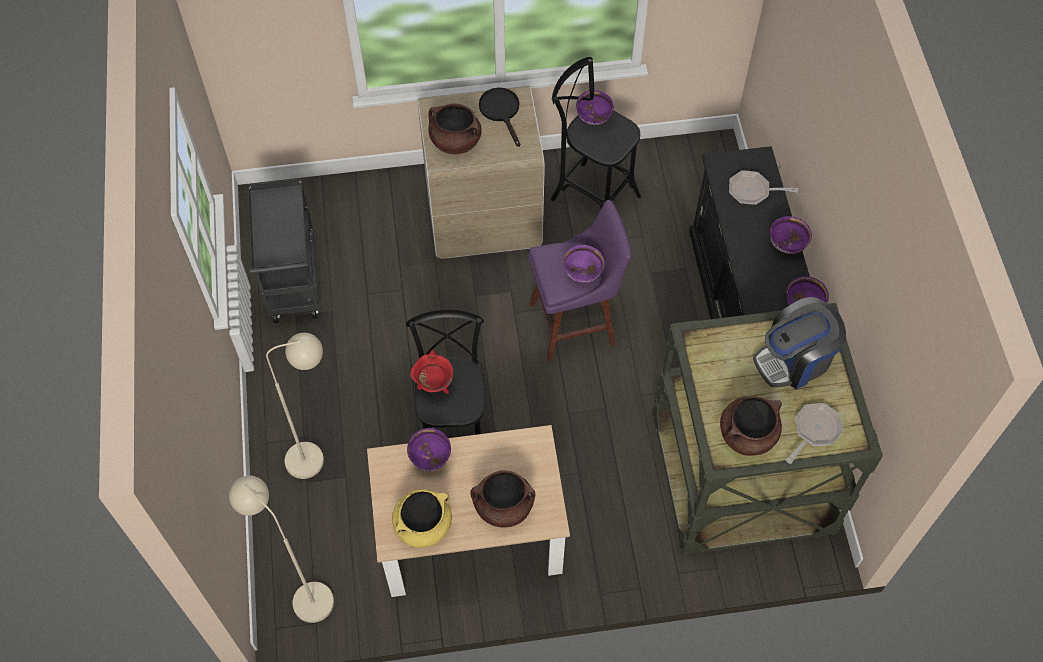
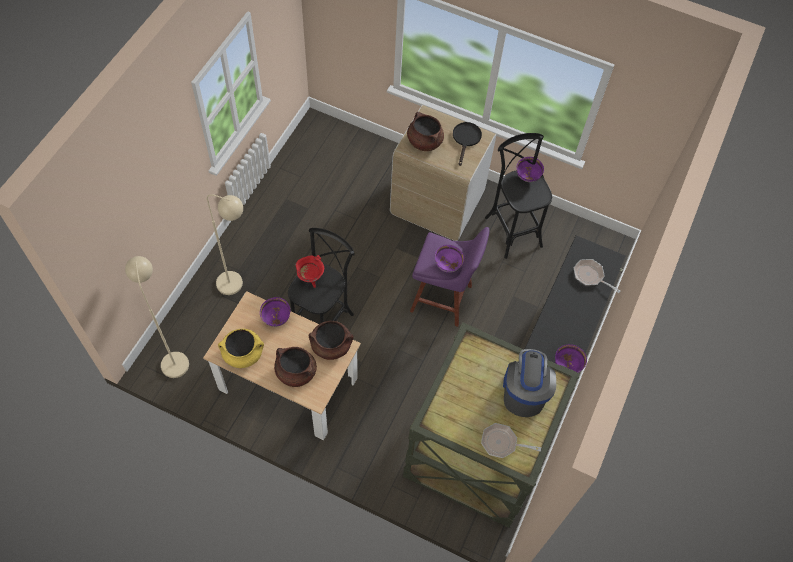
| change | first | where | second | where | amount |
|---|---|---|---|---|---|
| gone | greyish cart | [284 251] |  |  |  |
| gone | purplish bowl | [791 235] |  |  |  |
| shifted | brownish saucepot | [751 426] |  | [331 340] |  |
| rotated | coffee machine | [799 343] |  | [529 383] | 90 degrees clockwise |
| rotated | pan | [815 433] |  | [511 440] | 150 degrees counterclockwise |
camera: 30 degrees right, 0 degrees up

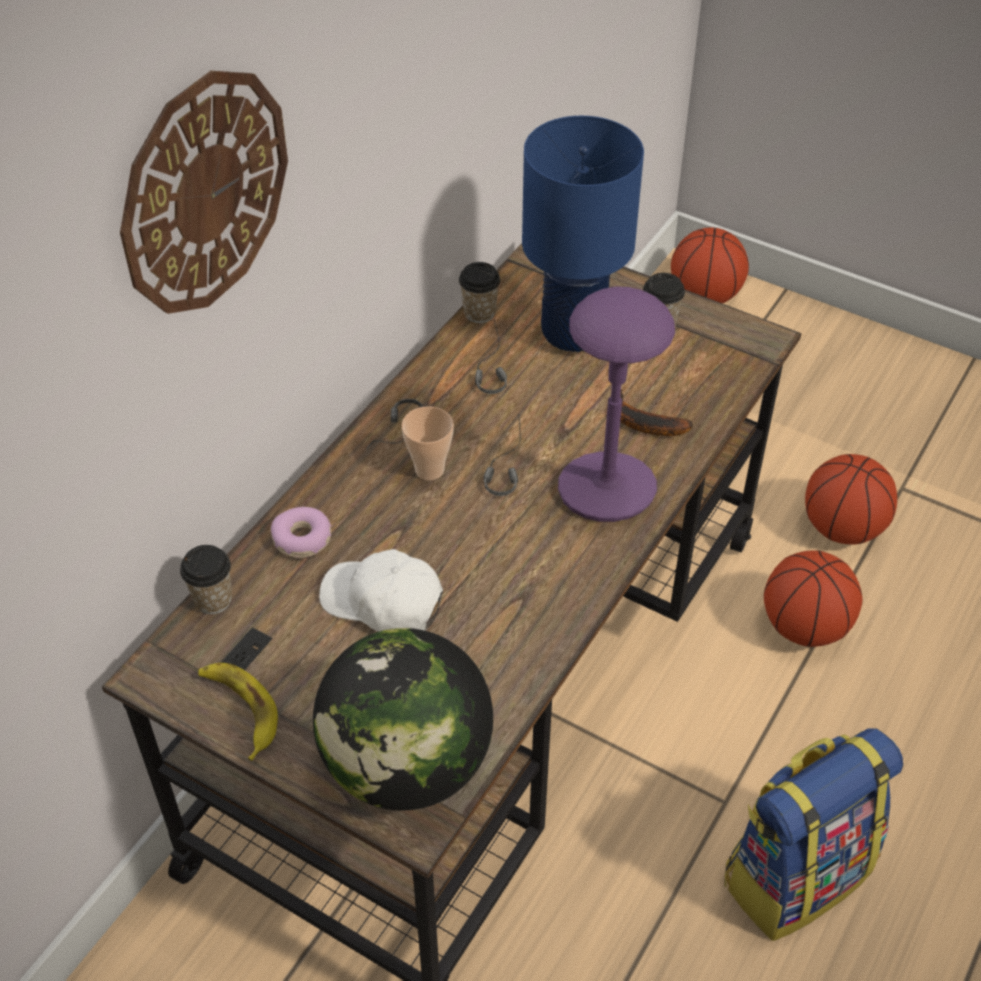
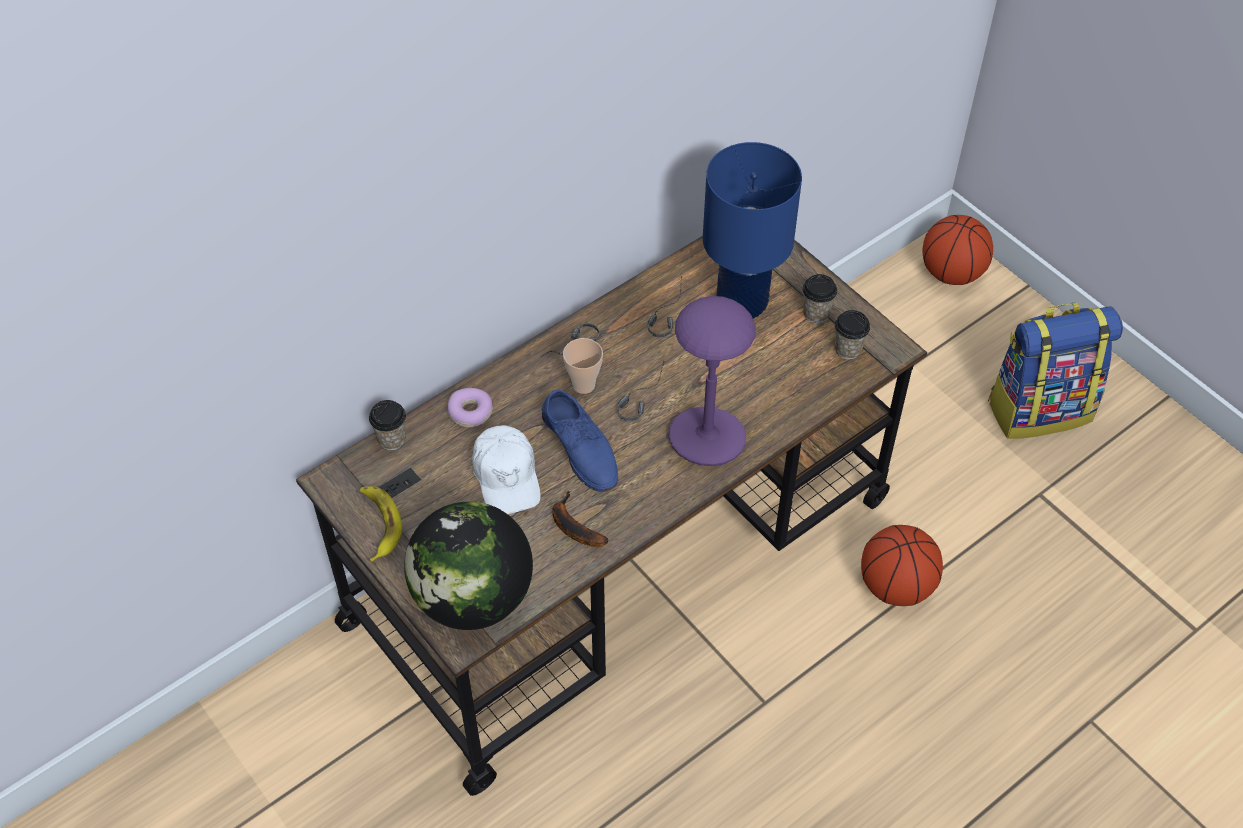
| change | first | where | second | where | amount |
|---|---|---|---|---|---|
| gone | wall clock | [204 192] |  |  |  |
| gone | ball for basketball | [851 499] |  |  |  |
| new |  |  | blue item of footwear | [580 441] |  |
| shifted | small cup | [479 292] |  | [852 334] |  |
| shifted | banana fruit | [656 413] |  | [580 519] |  |
| shifted | knapsack | [813 835] |  | [1055 371] |  |
| rotated | white baseball cap | [381 590] |  | [506 469] | 150 degrees counterclockwise |
camera: 20 degrees right, 5 degrees up

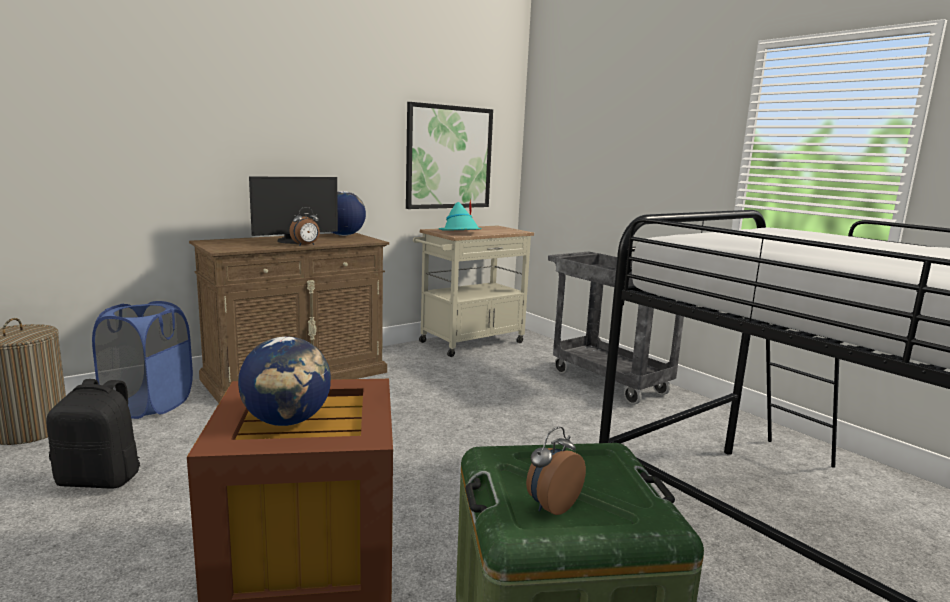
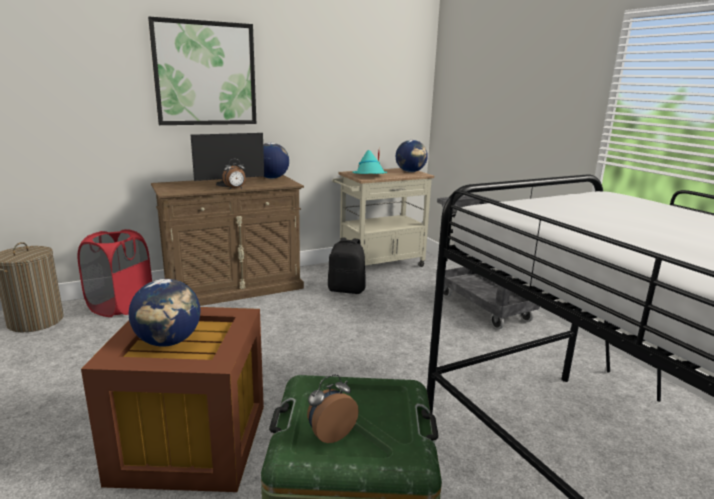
| change | first | where | second | where | amount |
|---|---|---|---|---|---|
| new |  |  | desk globe | [412 156] |  |
| shifted | black knapsack | [93 434] |  | [347 265] |  |
| shifted | wall picture | [449 155] |  | [202 71] |  |
| repainted | blue hamper | [142 360] | reddish hamper | [114 273] |  |
camera: 10 degrees right, 5 degrees up

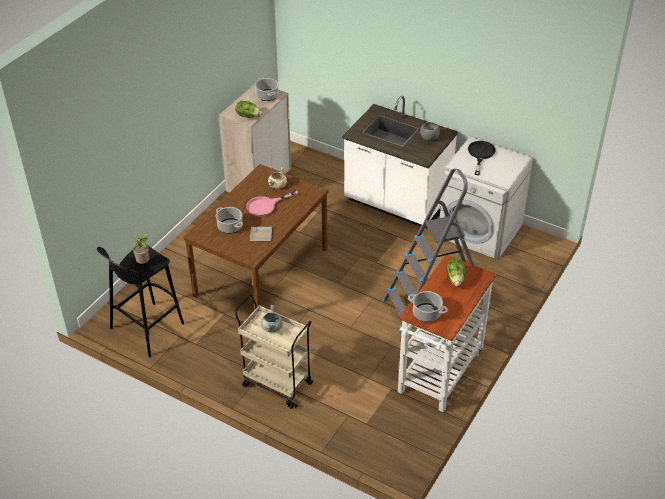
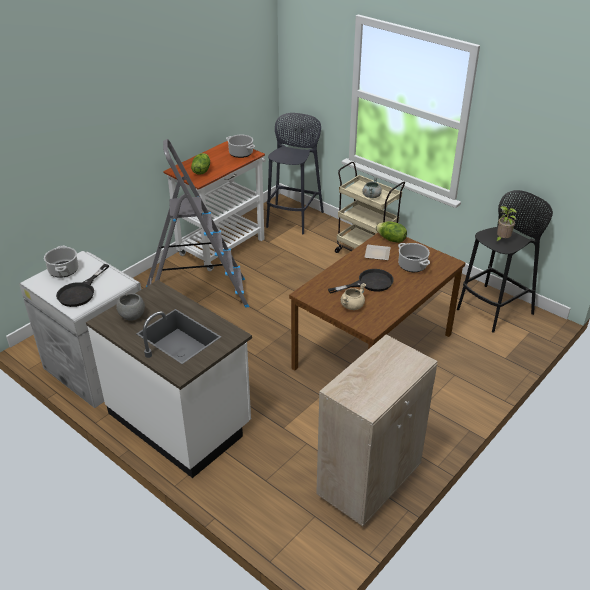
| change | first | where | second | where | amount |
|---|---|---|---|---|---|
| new |  |  | greyish sitting stool | [295 173] |  |
| shifted | head of lettuce | [248 109] |  | [391 232] |  |
| shifted | saucepot | [267 89] |  | [61 262] |  |
| repainted | pink-coloured pan | [272 204] | black pan | [361 281] |  |
camera: 170 degrees left, 5 degrees down

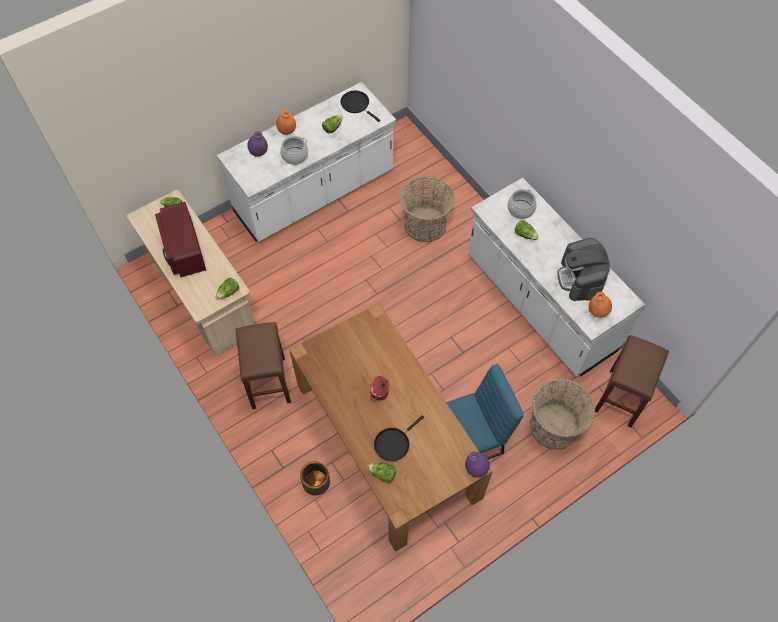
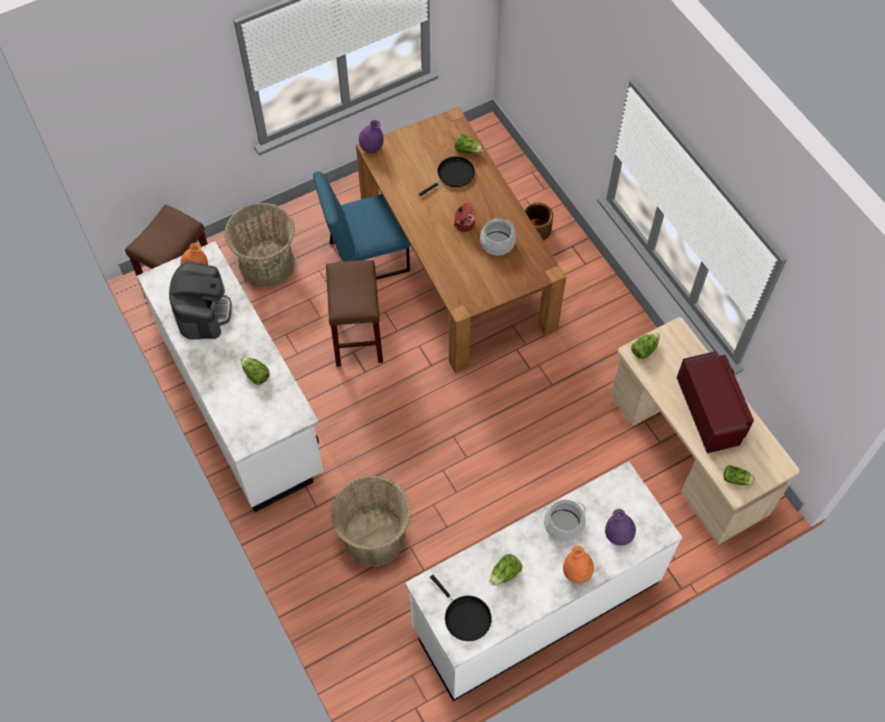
| change | first | where | second | where | amount |
|---|---|---|---|---|---|
| shifted | brownish sitting stool | [263 365] |  | [354 313] |  |
| shifted | saucepot | [522 204] |  | [498 236] |  |
camera: 175 degrees left, 0 degrees up

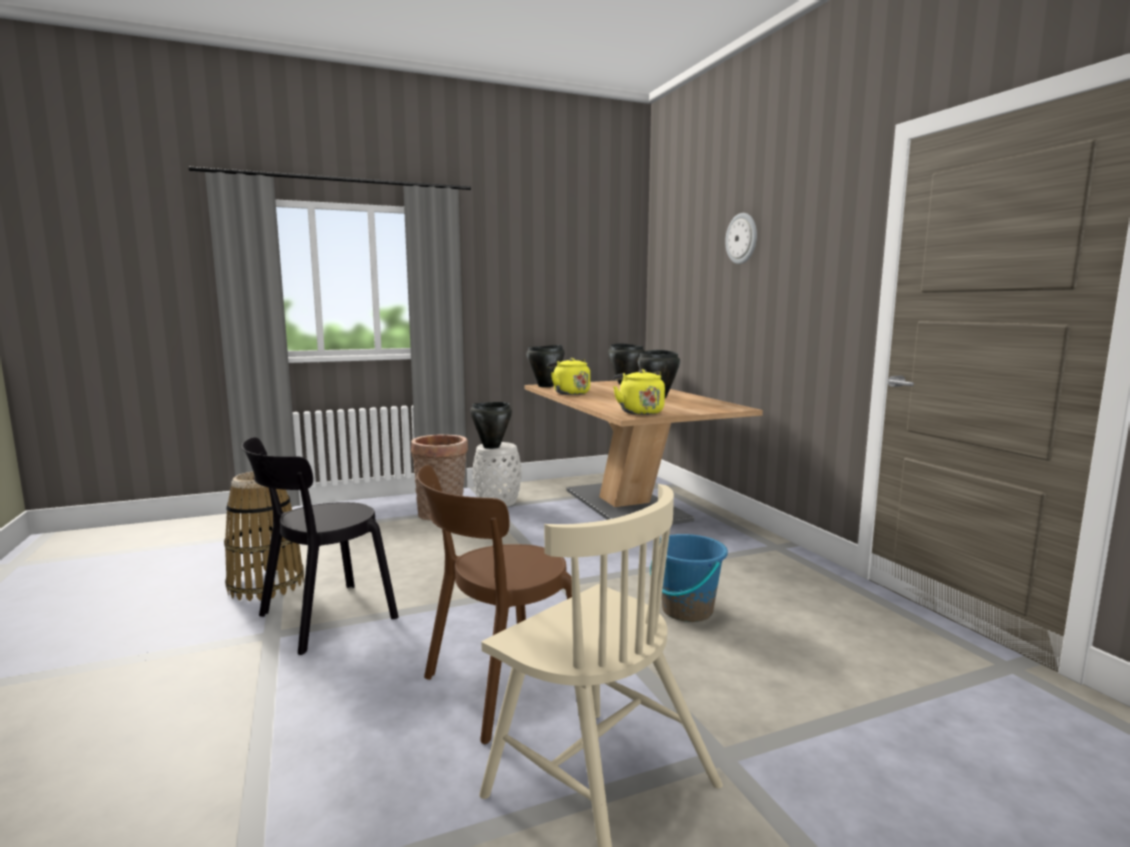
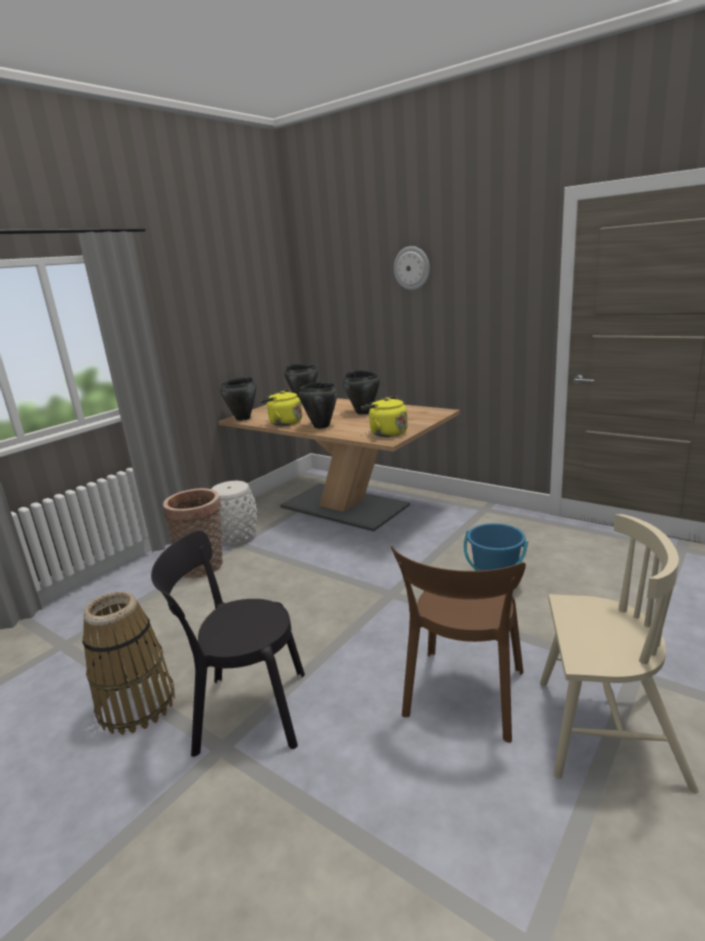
| change | first | where | second | where | amount |
|---|---|---|---|---|---|
| shifted | black saucepot | [491 425] |  | [318 405] |  |
| rotated | black upright chair | [320 546] |  | [228 643] | 75 degrees clockwise |
camera: 30 degrees left, 10 degrees up

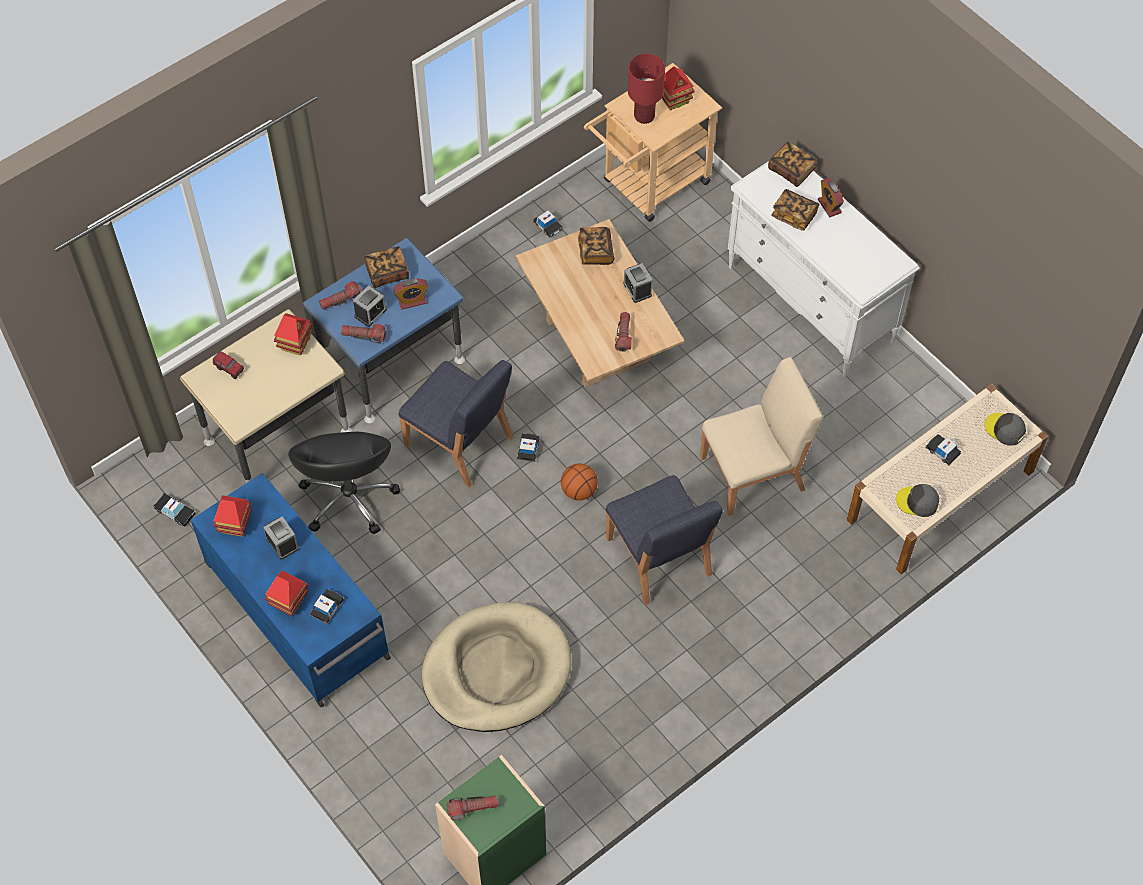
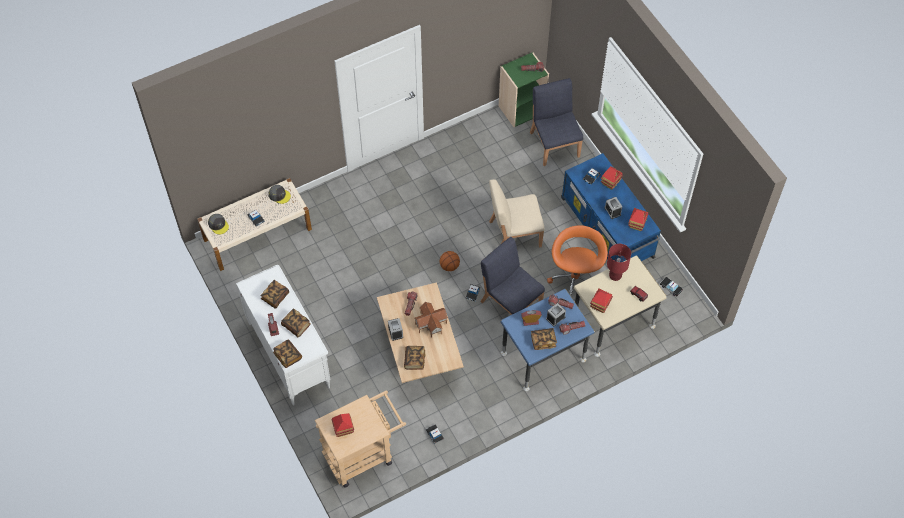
| change | first | where | second | where | amount |
|---|---|---|---|---|---|
| gone | sand-coloured pet bed | [496 667] |  |  |  |
| new |  |  | volume | [274 294] |  |
| new |  |  | miniature house | [431 320] |  |
| shifted | blue upright chair | [664 540] |  | [556 122] |  |
| shifted | reddish lamp for a table | [646 89] |  | [619 262] |  |
| shifted | sand-coloured upright chair | [761 436] |  | [517 213] |  |
| repainted | black computer chair | [344 483] | orange computer chair | [577 260] |  |
camera: 170 degrees left, 0 degrees up

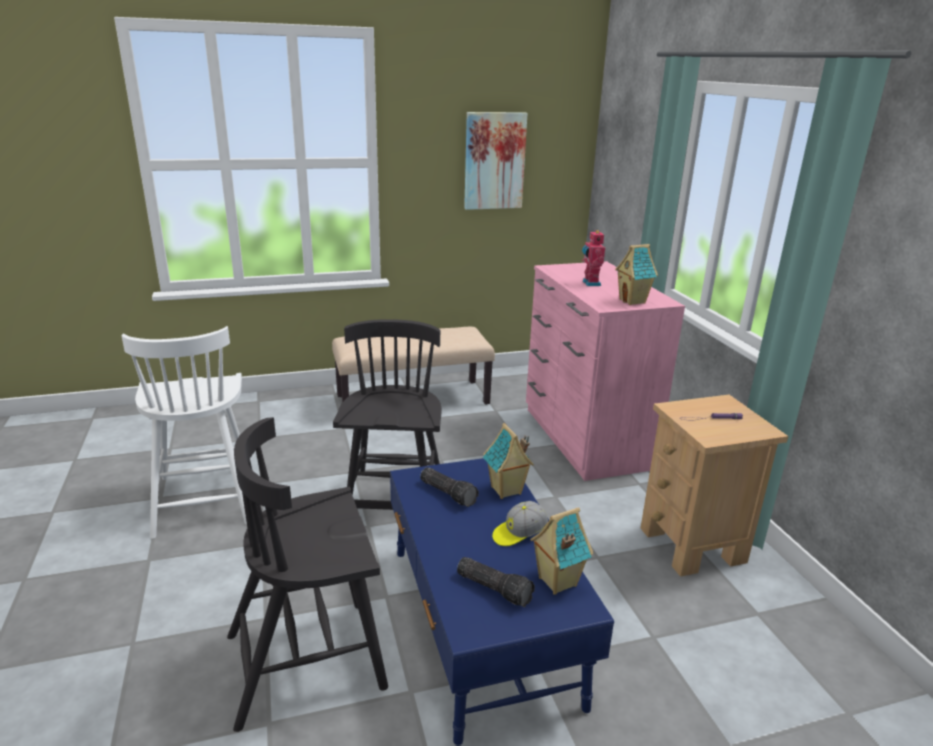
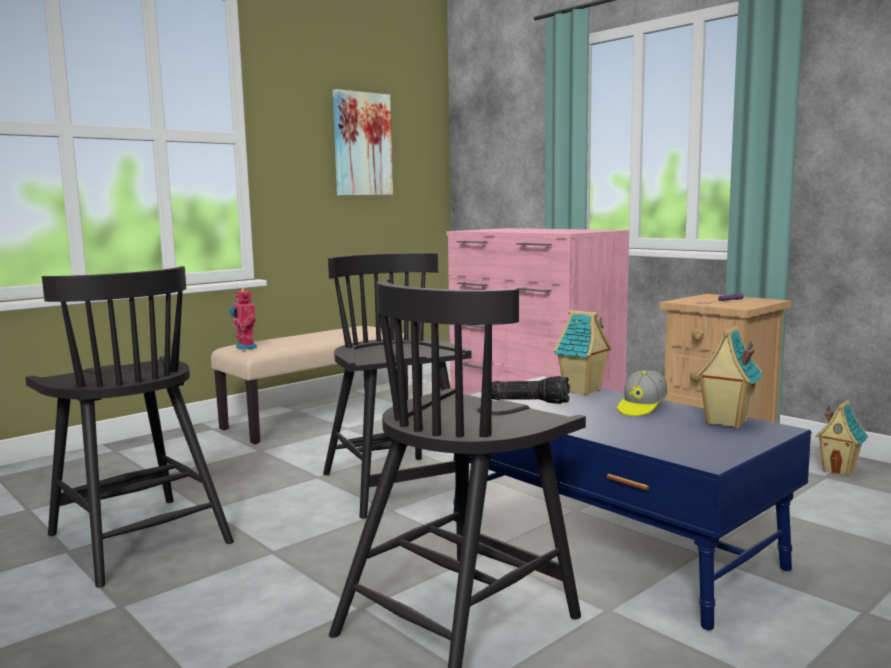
| change | first | where | second | where | amount |
|---|---|---|---|---|---|
| gone | hand torch | [496 582] |  |  |  |
| shifted | model robot | [593 258] |  | [243 319] |  |
| shifted | miniature house | [636 274] |  | [841 438] |  |
| repainted | white upright chair | [184 432] | black upright chair | [129 427] |  |
camera: 25 degrees left, 15 degrees down

